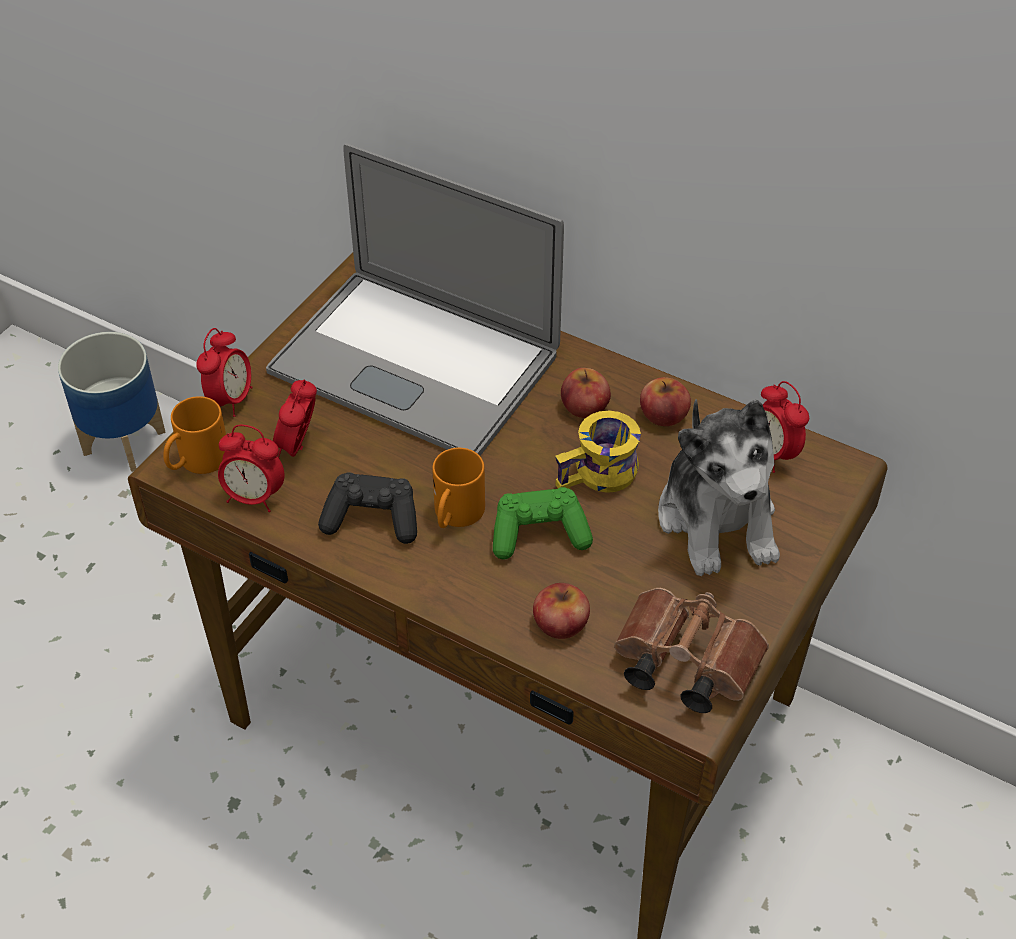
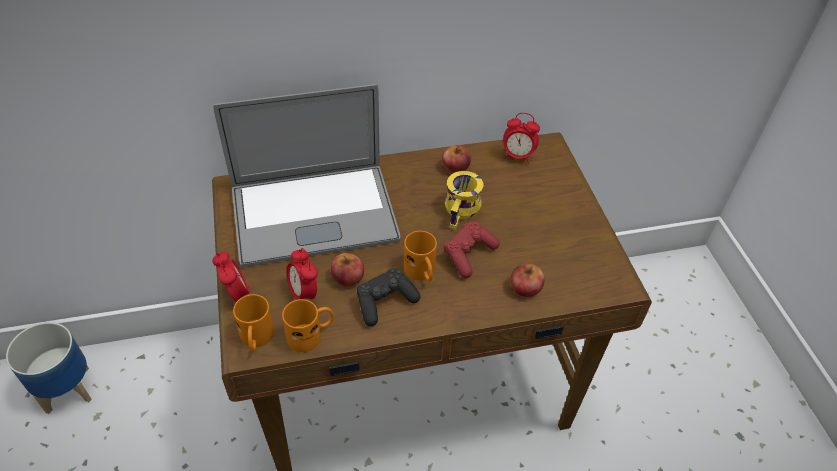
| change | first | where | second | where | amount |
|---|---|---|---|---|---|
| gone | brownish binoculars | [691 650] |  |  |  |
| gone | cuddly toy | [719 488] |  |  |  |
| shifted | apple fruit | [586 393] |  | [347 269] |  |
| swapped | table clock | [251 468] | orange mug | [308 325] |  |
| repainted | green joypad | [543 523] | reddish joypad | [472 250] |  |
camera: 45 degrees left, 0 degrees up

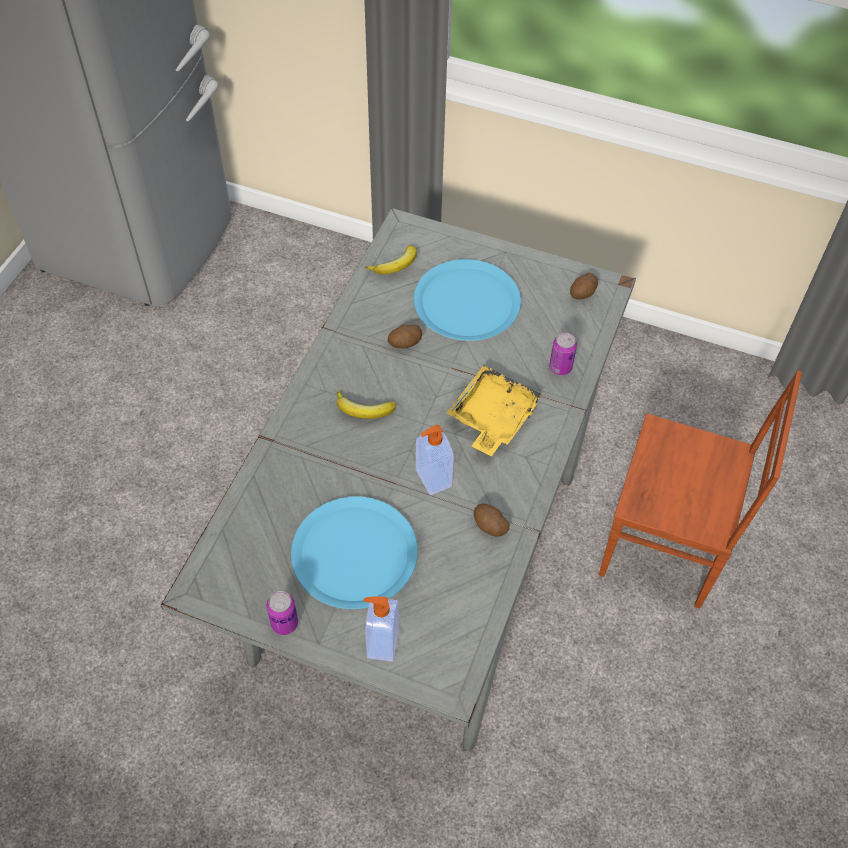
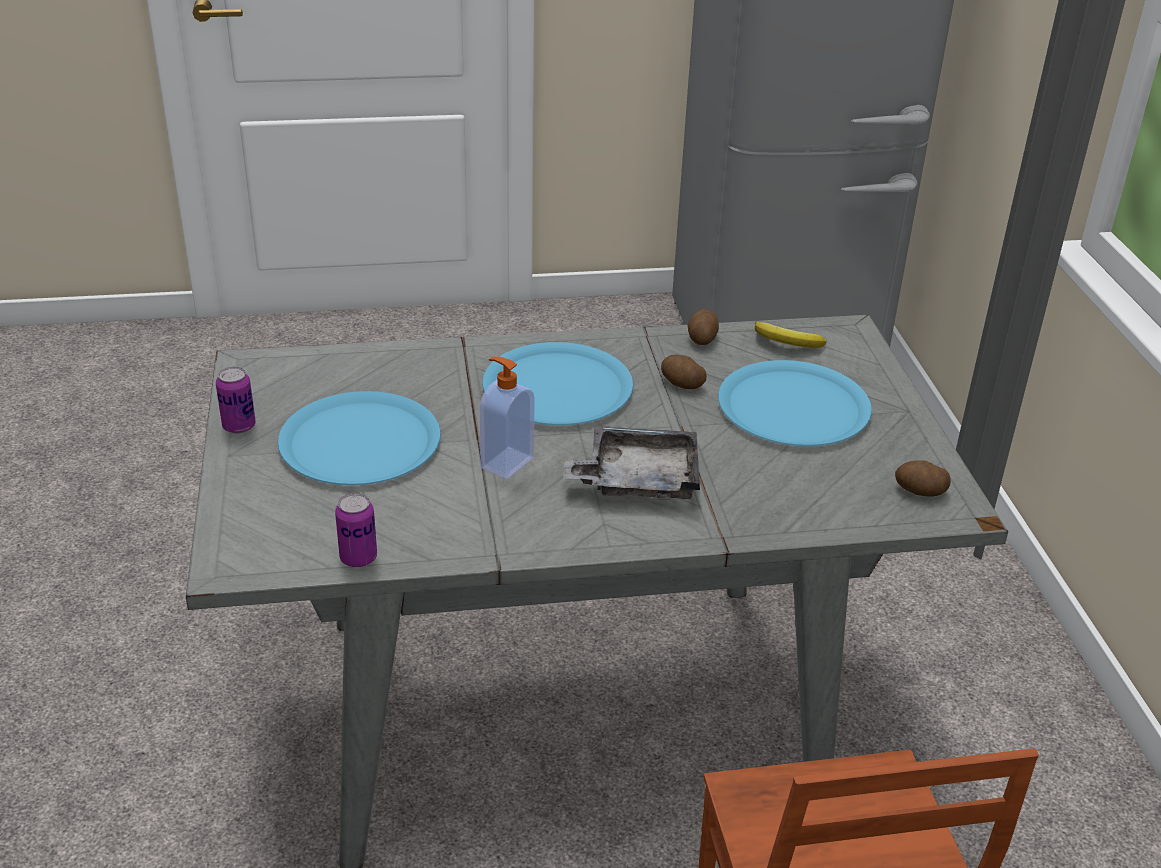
| change | first | where | second | where | amount |
|---|---|---|---|---|---|
| gone | soap bottle | [381 629] |  |  |  |
| shifted | potato | [491 519] |  | [703 327] |  |
| shifted | can | [563 354] |  | [356 530] |  |
| swapped | banana fruit | [366 405] | blue plate | [557 383] |  |
| repainted | yellowish tray | [495 410] | greyish tray | [631 463] |  |
camera: 60 degrees right, 20 degrees down

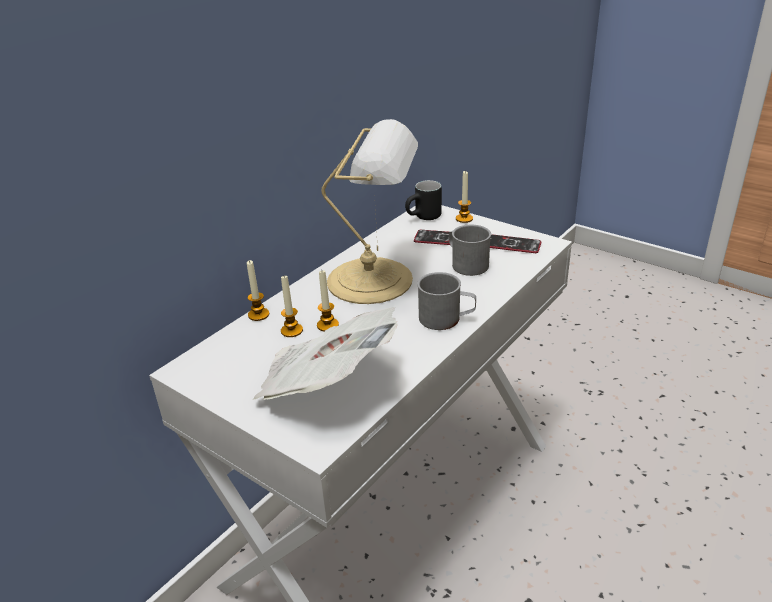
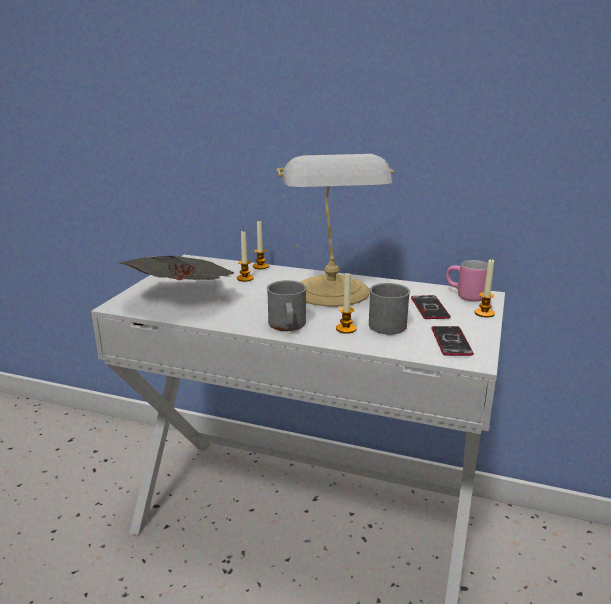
| change | first | where | second | where | amount |
|---|---|---|---|---|---|
| shifted | wax light | [328 301] |  | [346 303] |  |
| repainted | black mug | [423 200] | pink-coloured mug | [467 281] |  |
camera: 70 degrees right, 10 degrees down

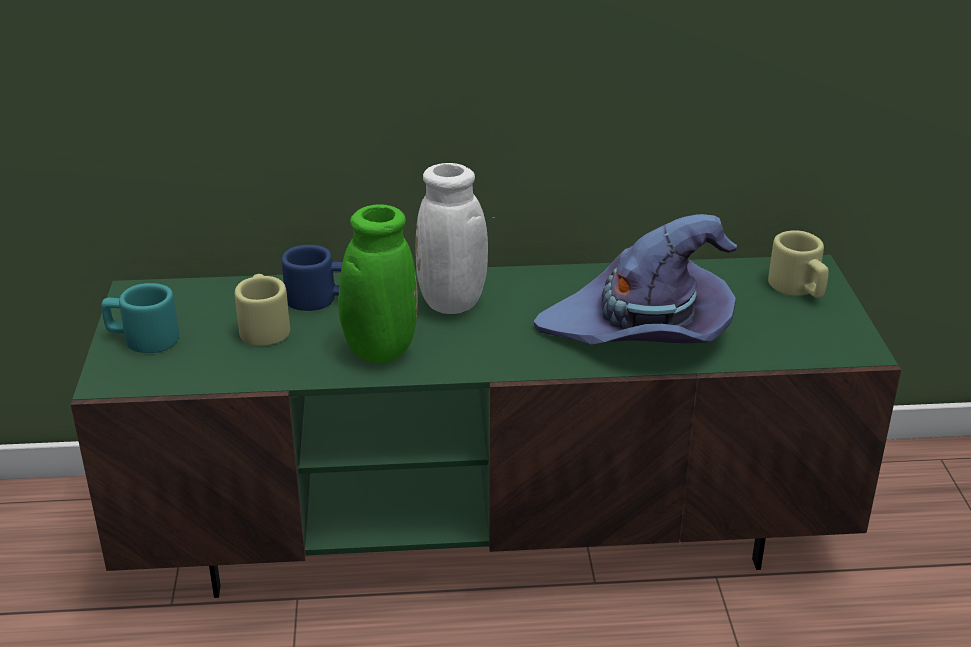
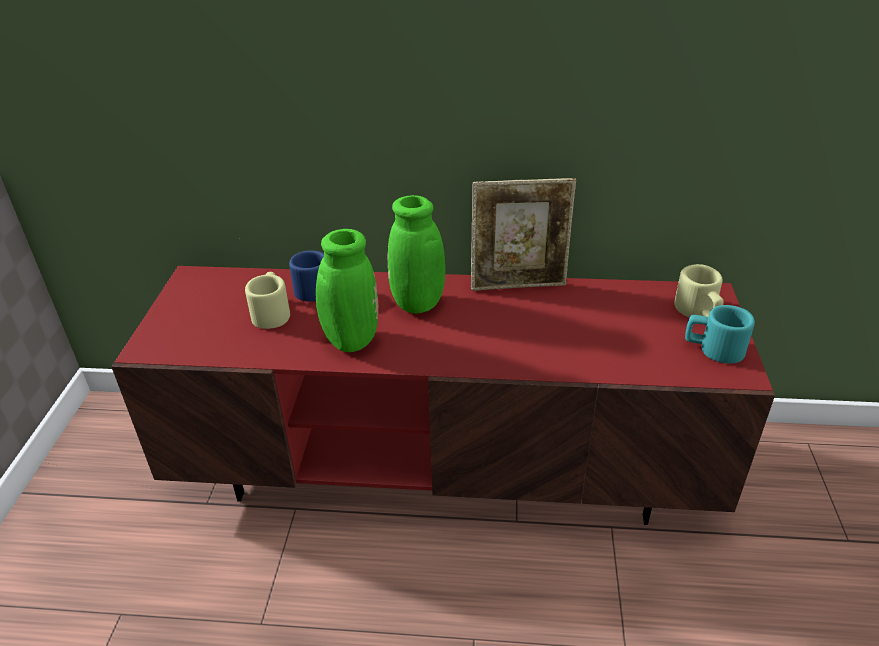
| change | first | where | second | where | amount |
|---|---|---|---|---|---|
| gone | purplish wearable hat | [635 279] |  |  |  |
| new |  |  | standing frame | [523 234] |  |
| shifted | turquoise mug | [140 318] |  | [720 334] |  |
| repainted | green tv unit | [486 426] | reddish tv unit | [443 395] |  |
| repainted | white decorative vase | [451 238] | green decorative vase | [416 254] |  |
camera: 10 degrees right, 5 degrees up

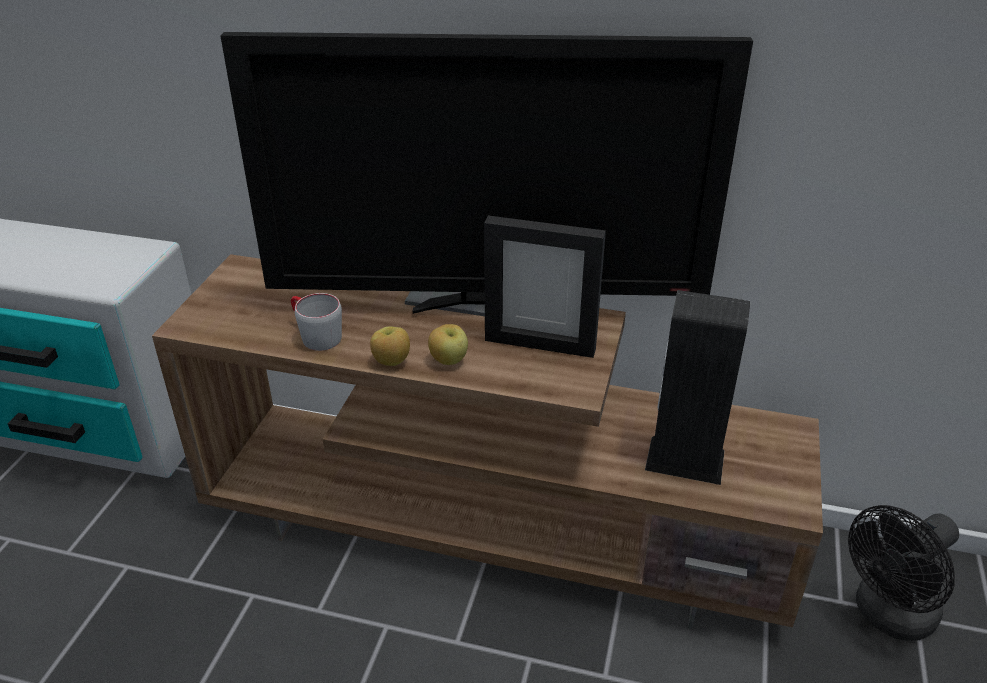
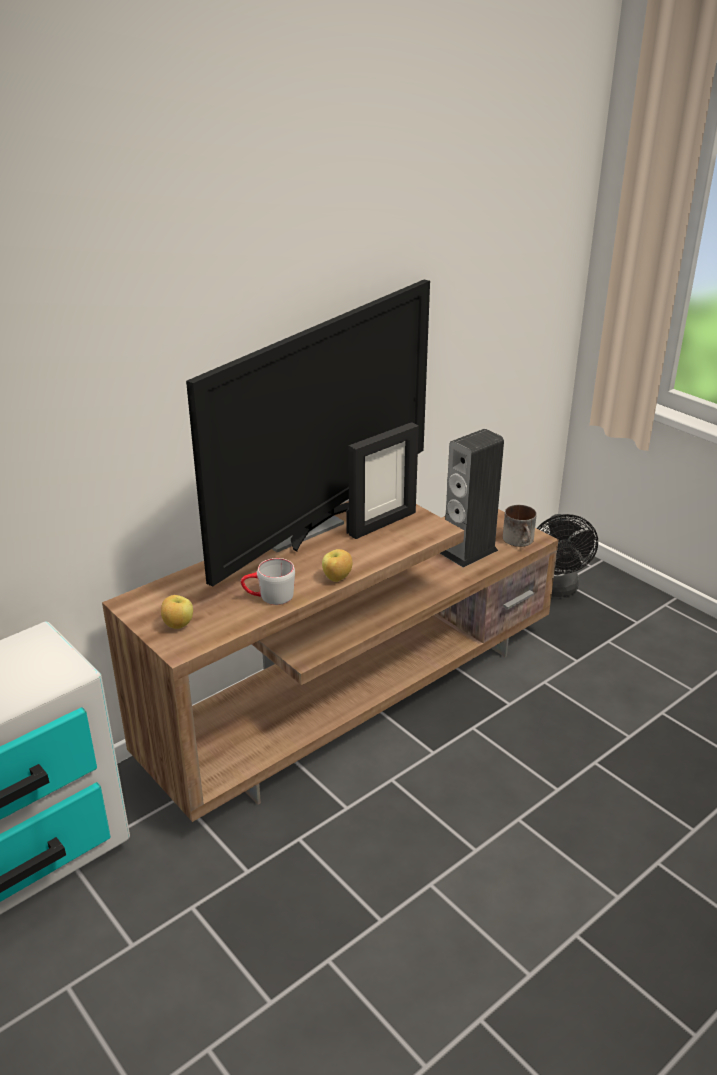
| change | first | where | second | where | amount |
|---|---|---|---|---|---|
| new |  |  | mug | [520 526] |  |
| shifted | apple fruit | [448 344] |  | [177 612] |  |
camera: 55 degrees left, 5 degrees down

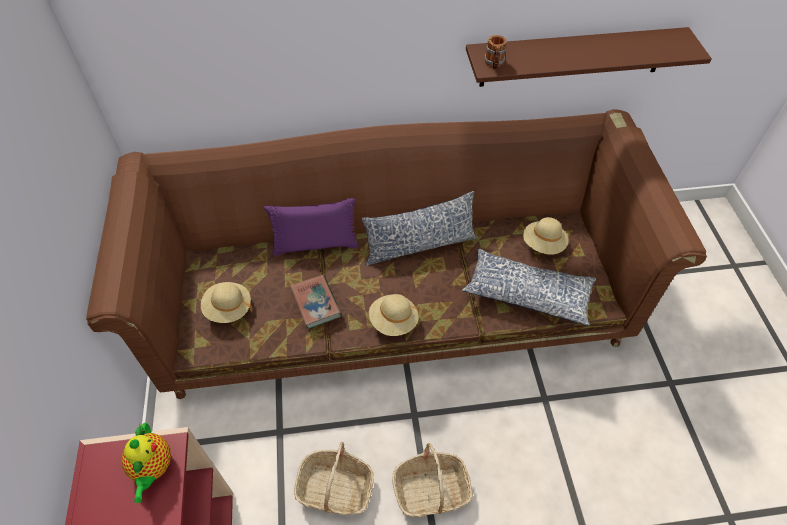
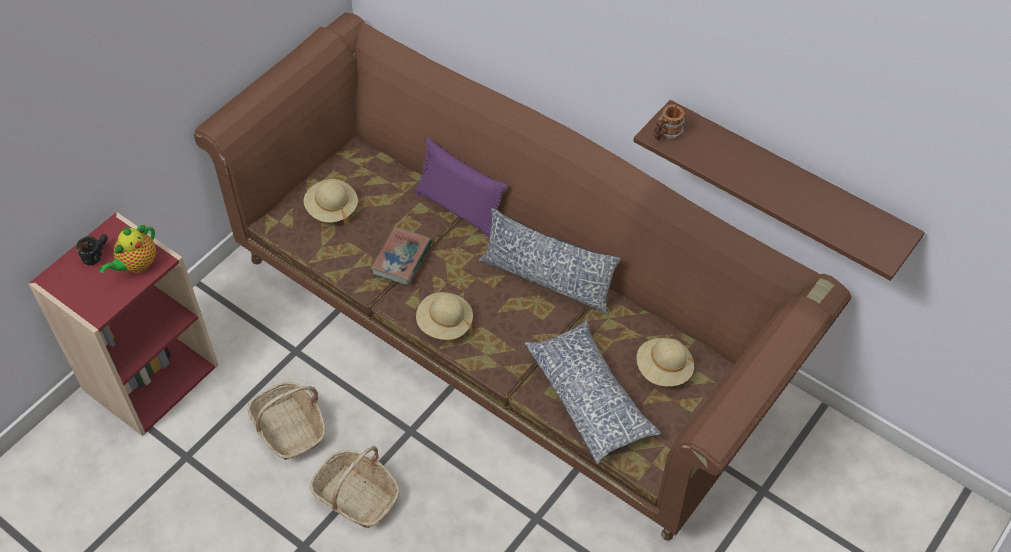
| change | first | where | second | where | amount |
|---|---|---|---|---|---|
| new |  |  | black mug | [92 249] |  |
camera: 45 degrees right, 0 degrees up

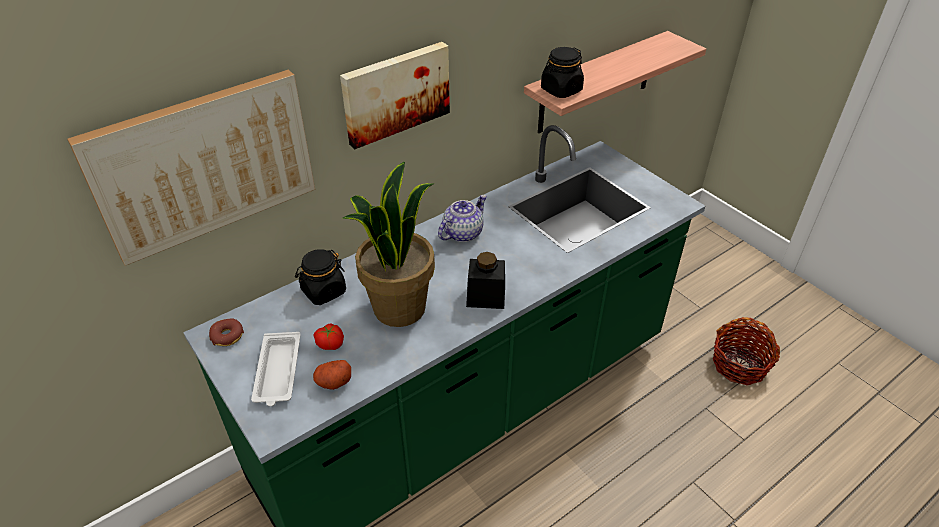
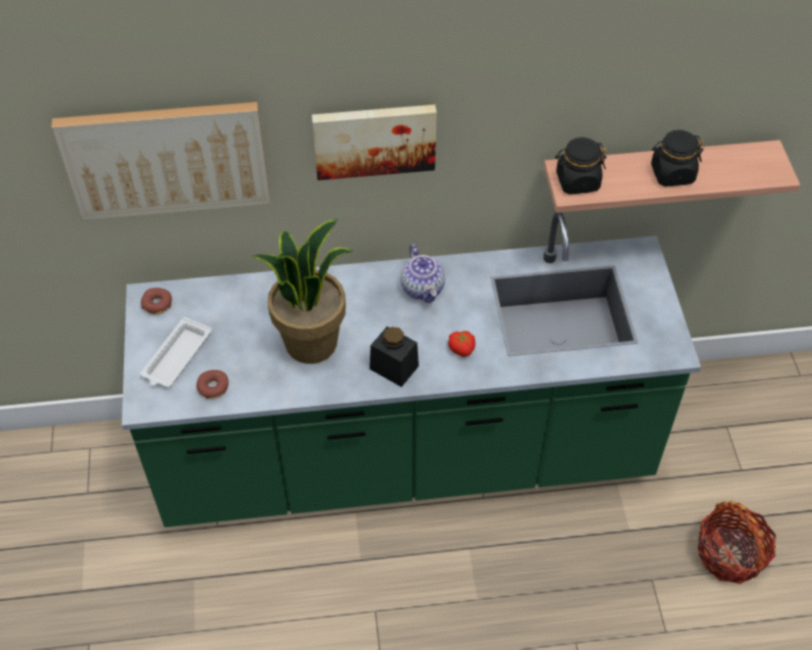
| change | first | where | second | where | amount |
|---|---|---|---|---|---|
| shifted | black storage jar | [320 277] |  | [677 158] |  |
| shifted | tomato | [328 336] |  | [461 344] |  |
| swapped | potato | [332 375] | ring doughnut | [212 384] |  |
| rotated | teapot | [462 218] |  | [423 273] | 90 degrees clockwise |
camera: 30 degrees right, 10 degrees up

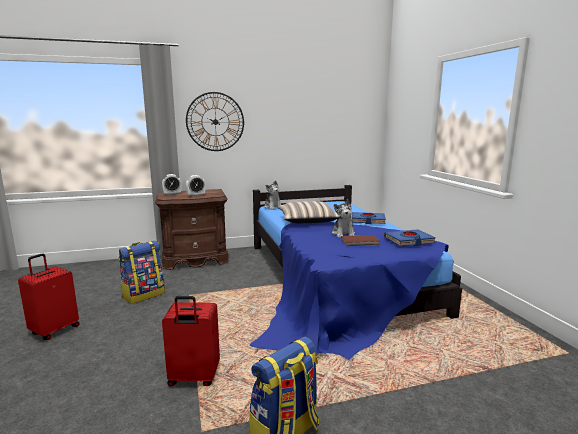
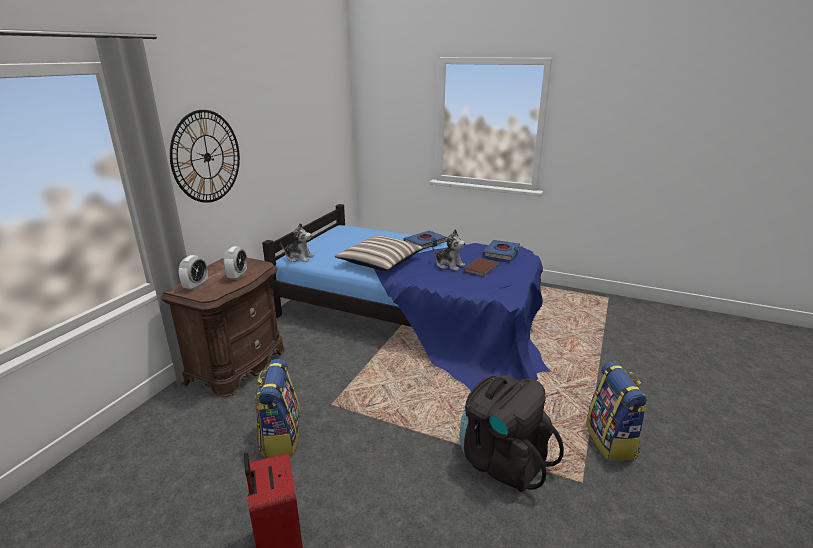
| change | first | where | second | where | amount |
|---|---|---|---|---|---|
| swapped | reddish travel case | [191 341] | black knapsack | [512 433] |  |
camera: 50 degrees left, 10 degrees up

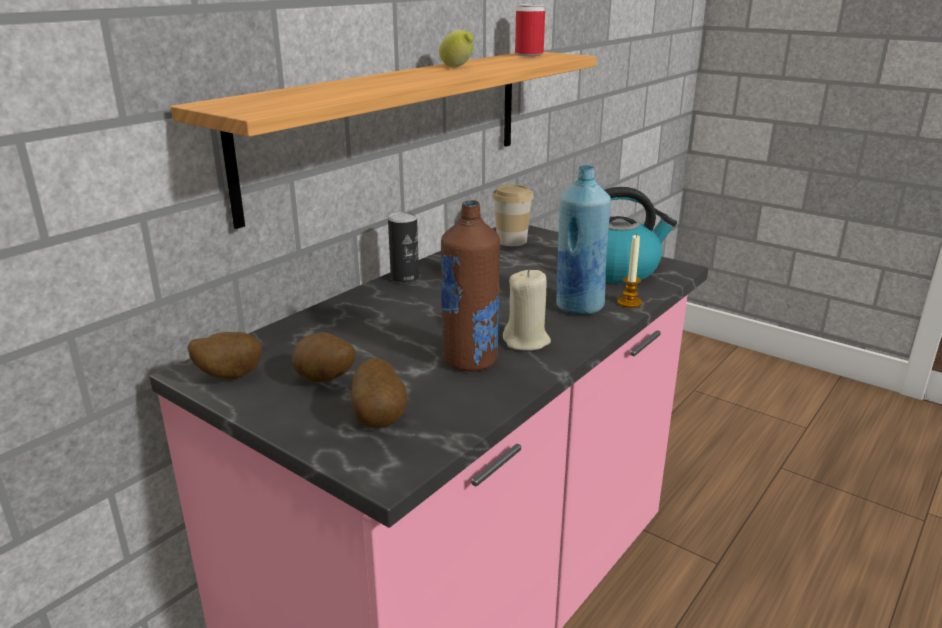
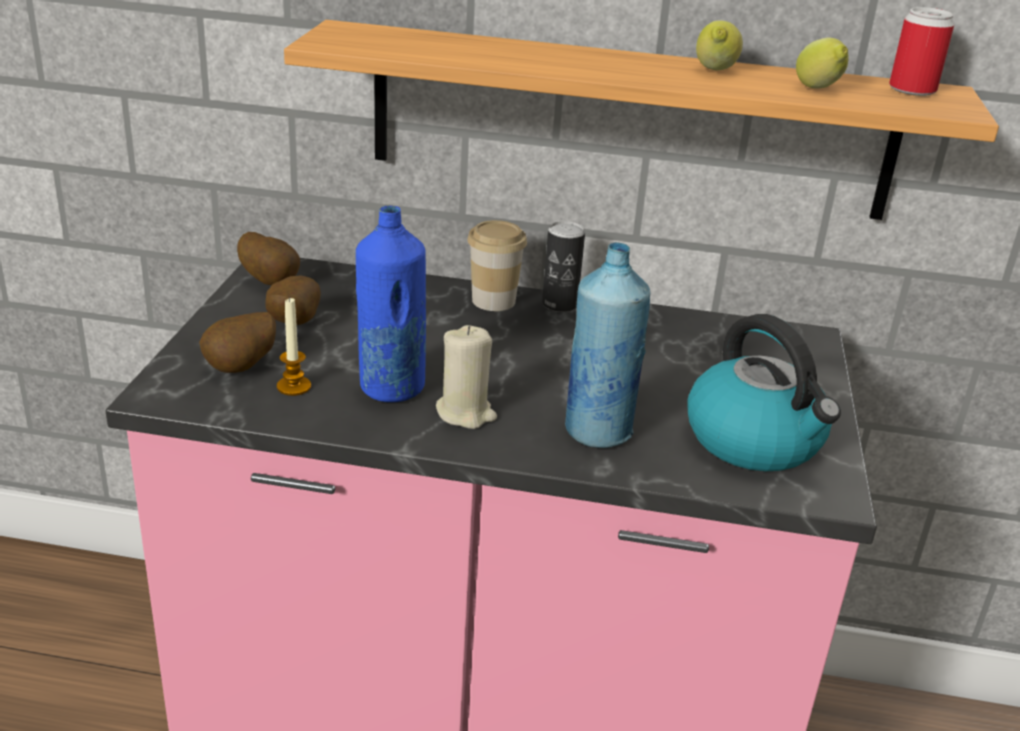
| change | first | where | second | where | amount |
|---|---|---|---|---|---|
| new |  |  | citrus fruit | [822 63] |  |
| shifted | small cup | [513 215] |  | [497 265] |  |
| shifted | wax light | [629 271] |  | [294 346] |  |
| repainted | brownish bottle | [470 286] | blue bottle | [391 304] |  |
camera: 60 degrees right, 5 degrees up

